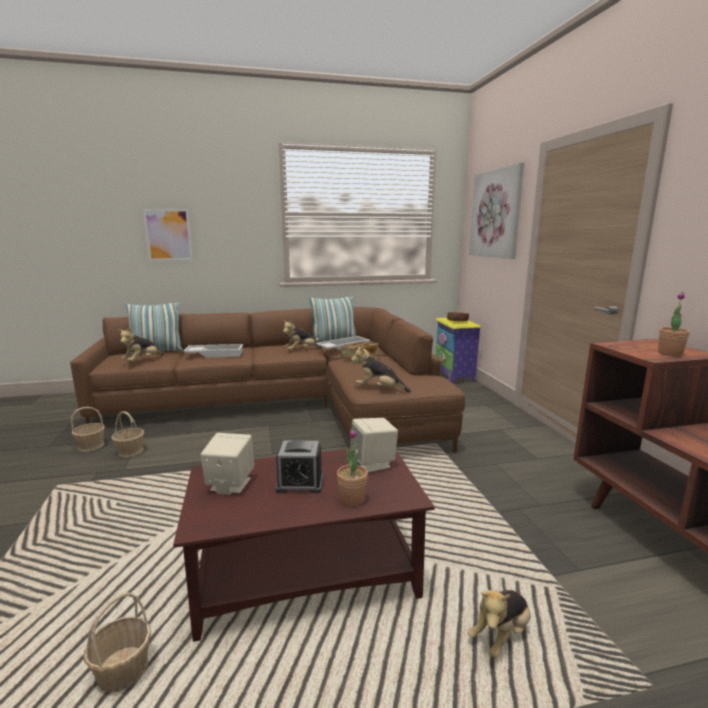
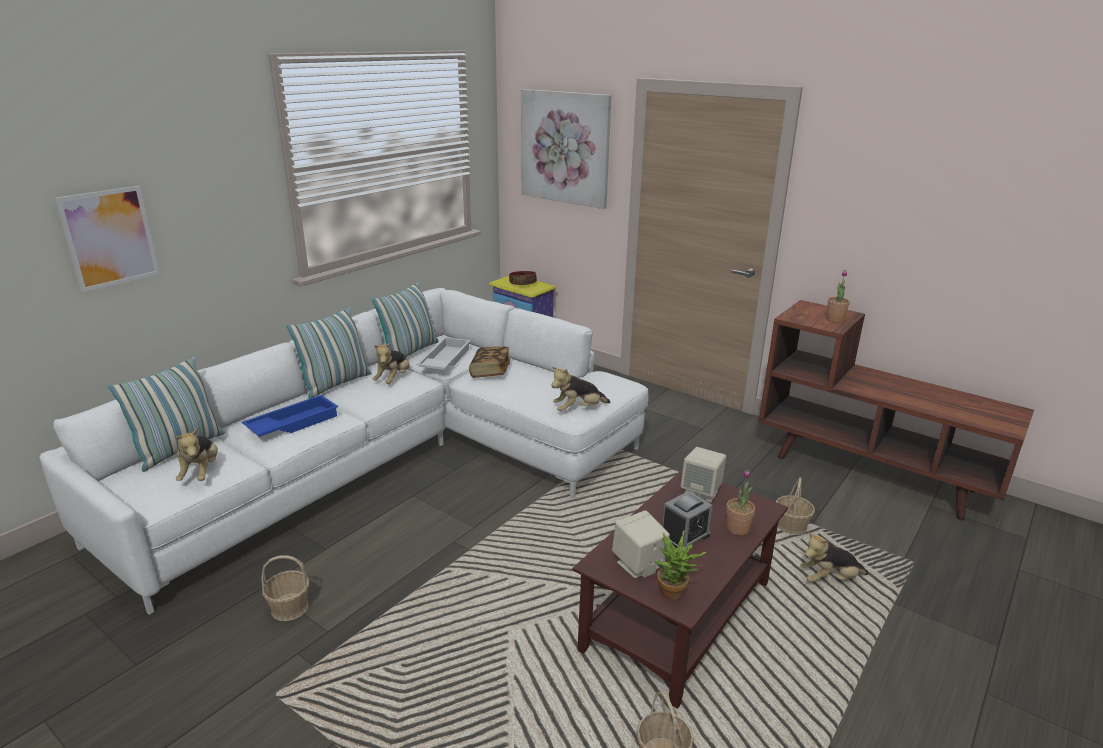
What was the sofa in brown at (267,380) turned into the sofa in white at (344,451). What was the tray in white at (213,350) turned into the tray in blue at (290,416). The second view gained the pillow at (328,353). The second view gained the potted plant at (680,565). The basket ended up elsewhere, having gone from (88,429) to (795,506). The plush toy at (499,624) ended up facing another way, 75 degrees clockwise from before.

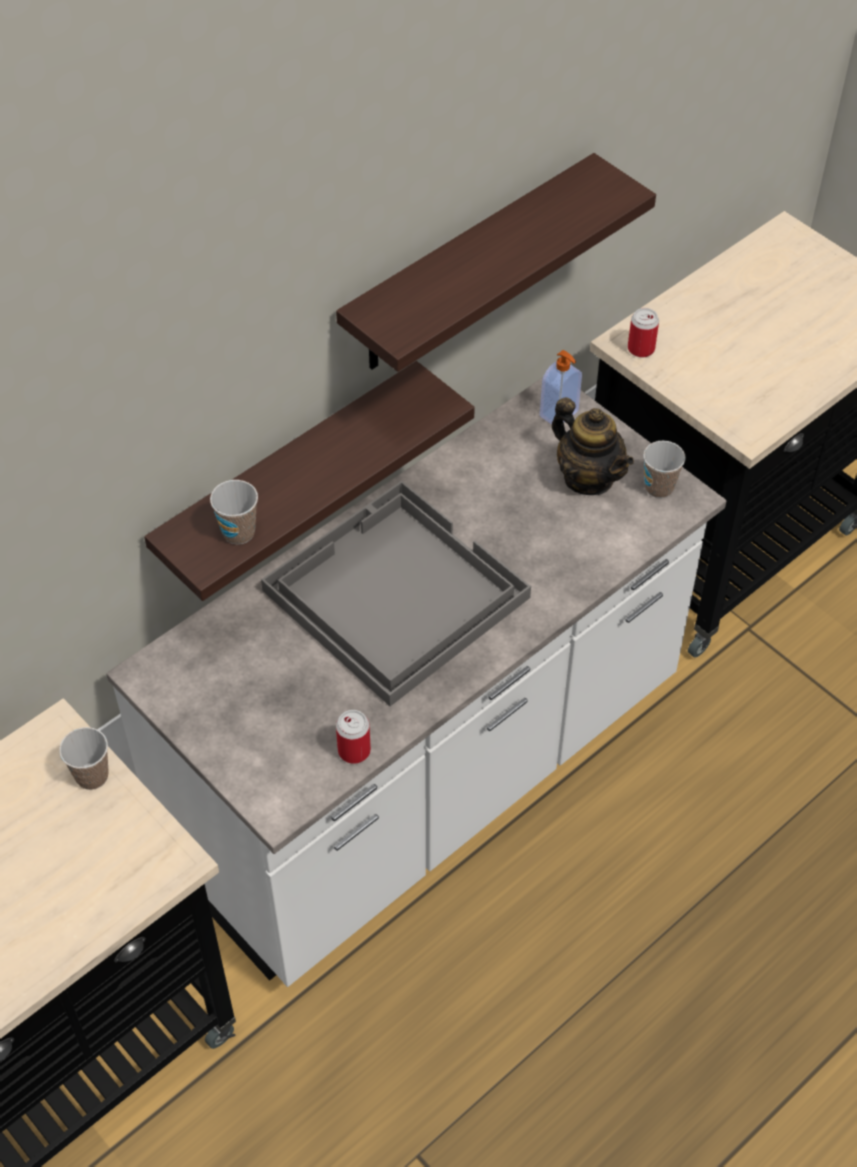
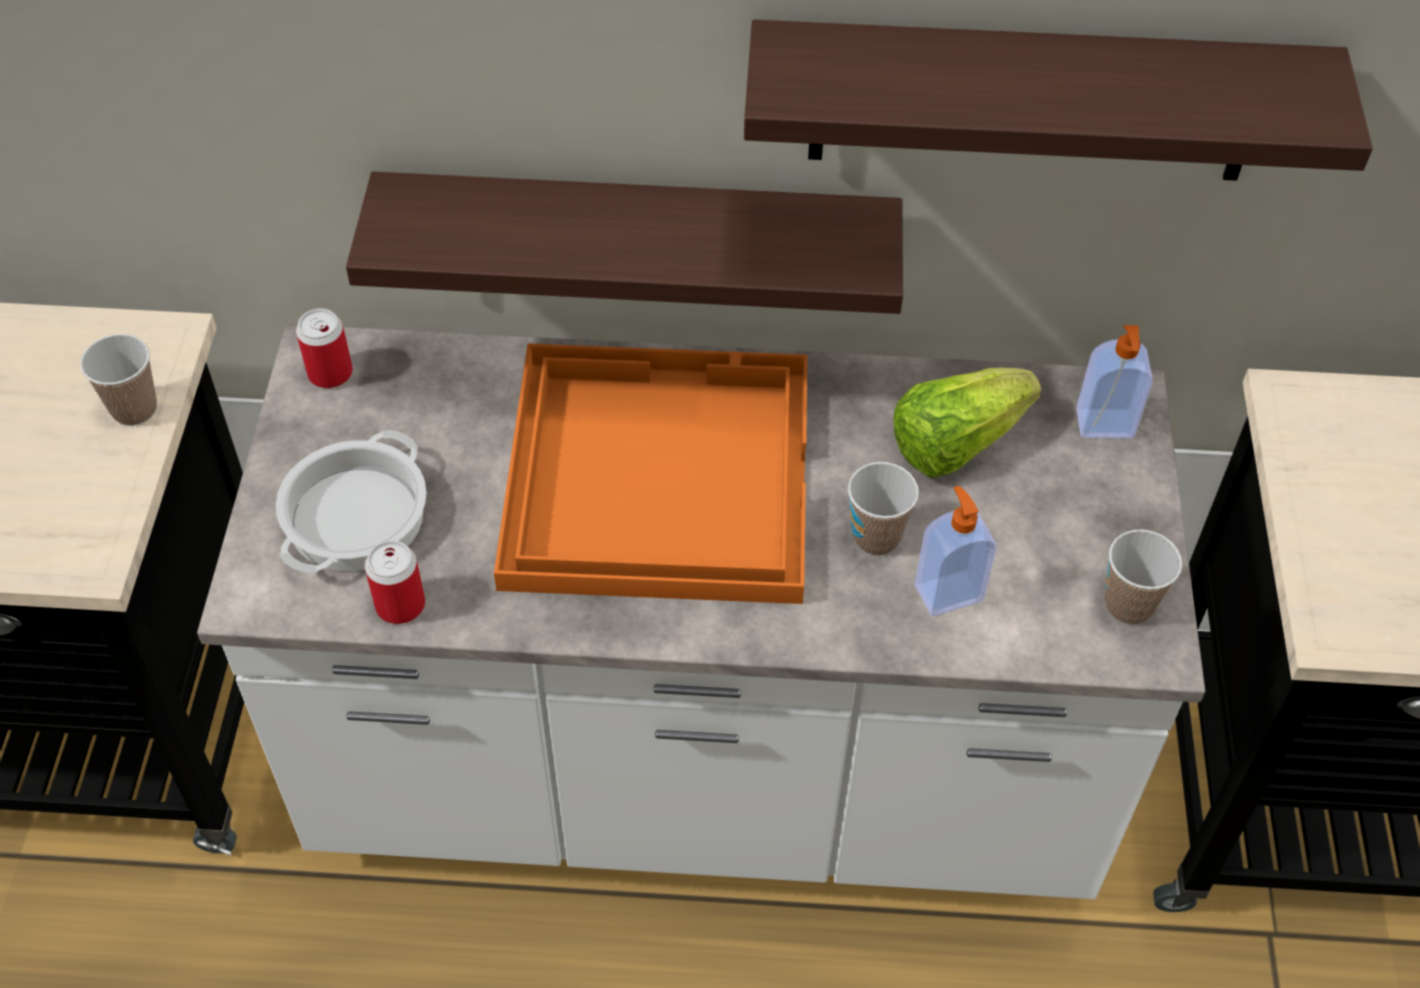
The second view gained the cooking pot at (351,502). The can ended up elsewhere, having gone from (643,332) to (324,348). What was the tray in grey at (396,593) turned into the tray in orange at (651,473). The cup ended up elsewhere, having gone from (234,512) to (883,509). The second view gained the lettuce at (967,423). The second view gained the soap dispenser at (955,551). The second view lost the teapot at (593,446).

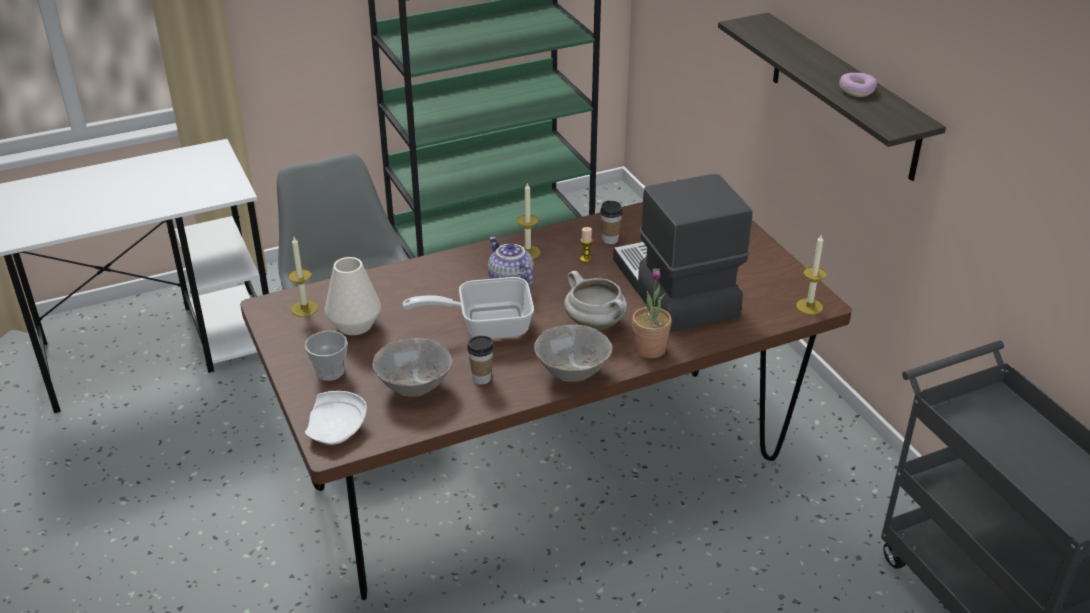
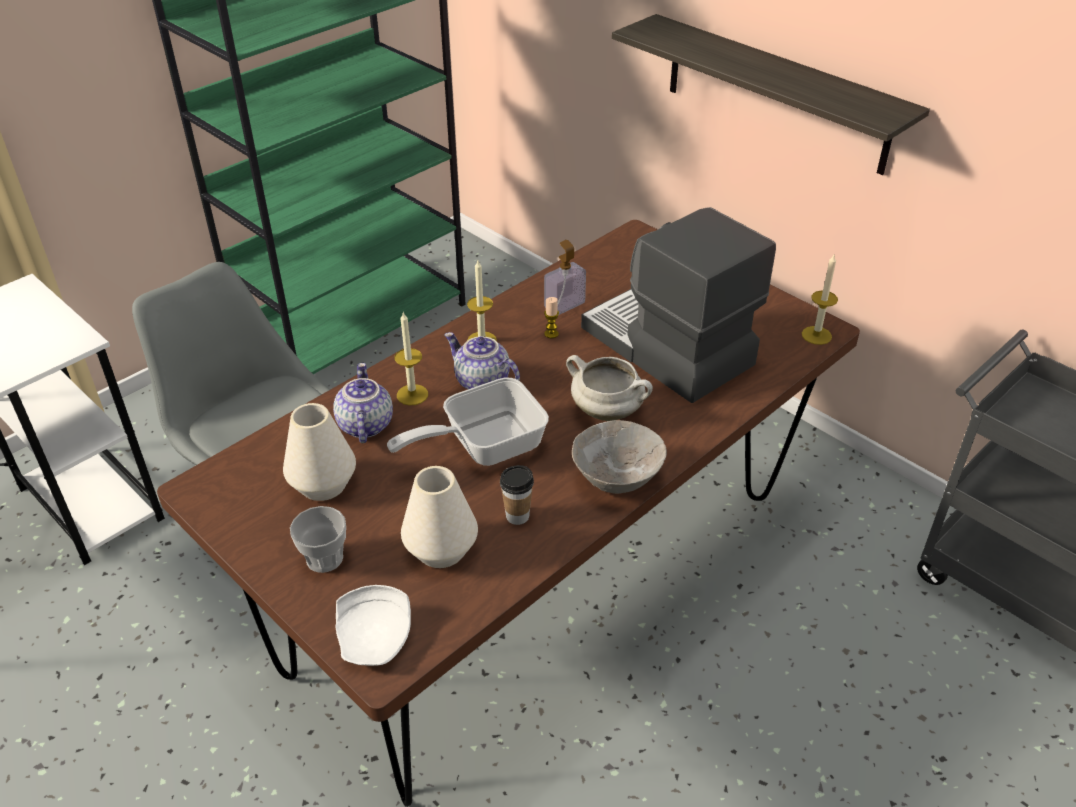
The second view gained the teapot at (363,403). The candle ended up elsewhere, having gone from (303,277) to (411,359). Where the bowl in grey stood at (412,367), the vase in white came to stand at (439,517). Where the cup stood at (611,222), the soap dispenser came to stand at (565,277). The second view lost the potted plant at (652,313). The second view lost the donut at (858,85).

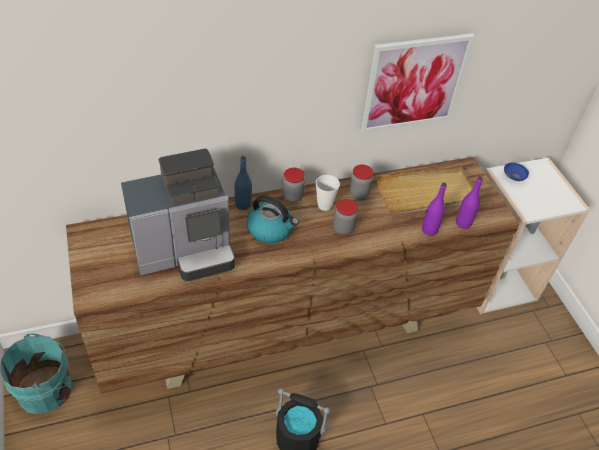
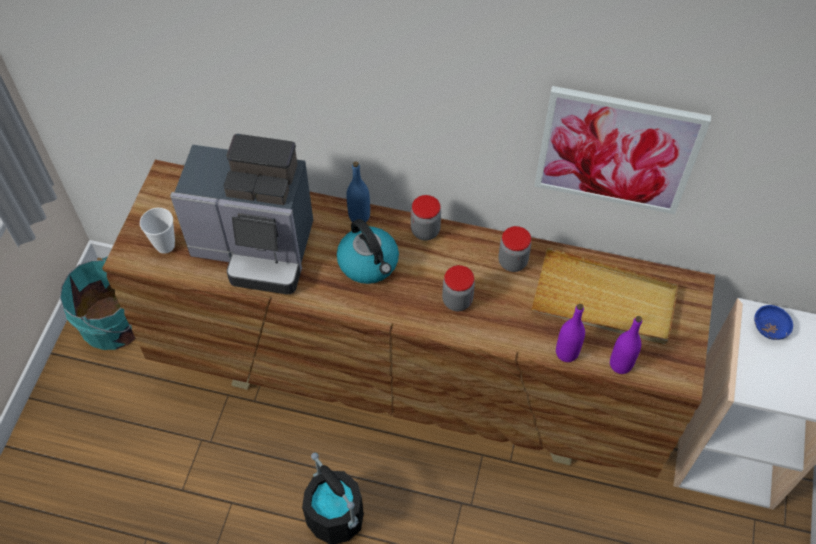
The cup ended up elsewhere, having gone from (328,193) to (157,231).

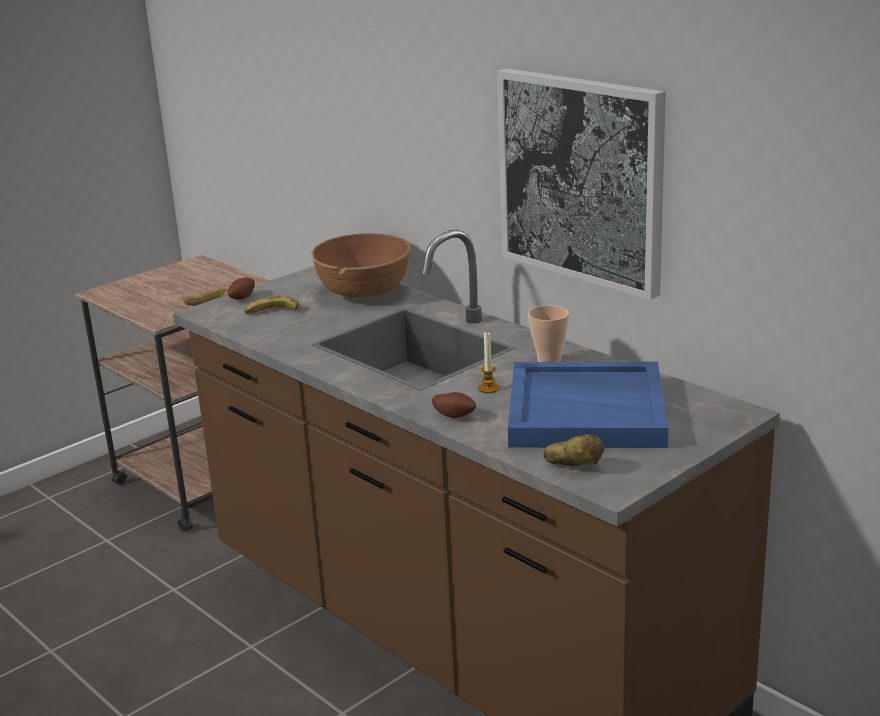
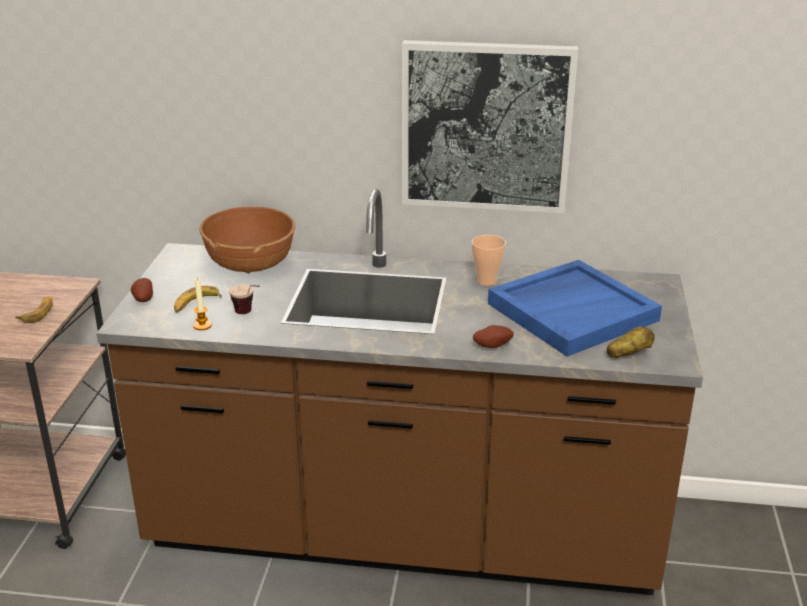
The candle ended up elsewhere, having gone from (488,362) to (202,304). The second view gained the cup at (244,299).

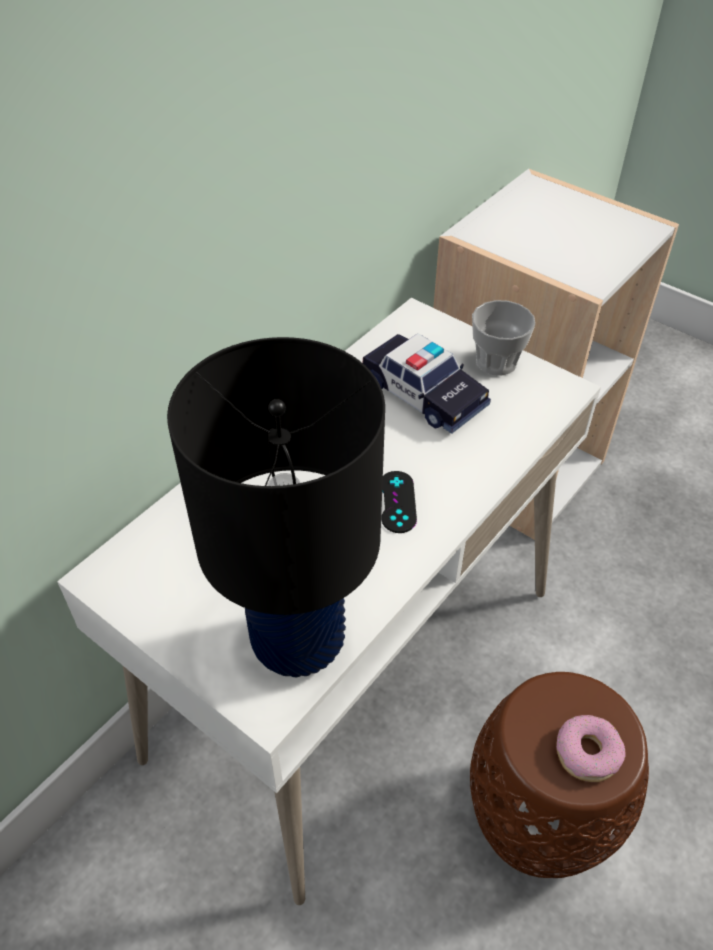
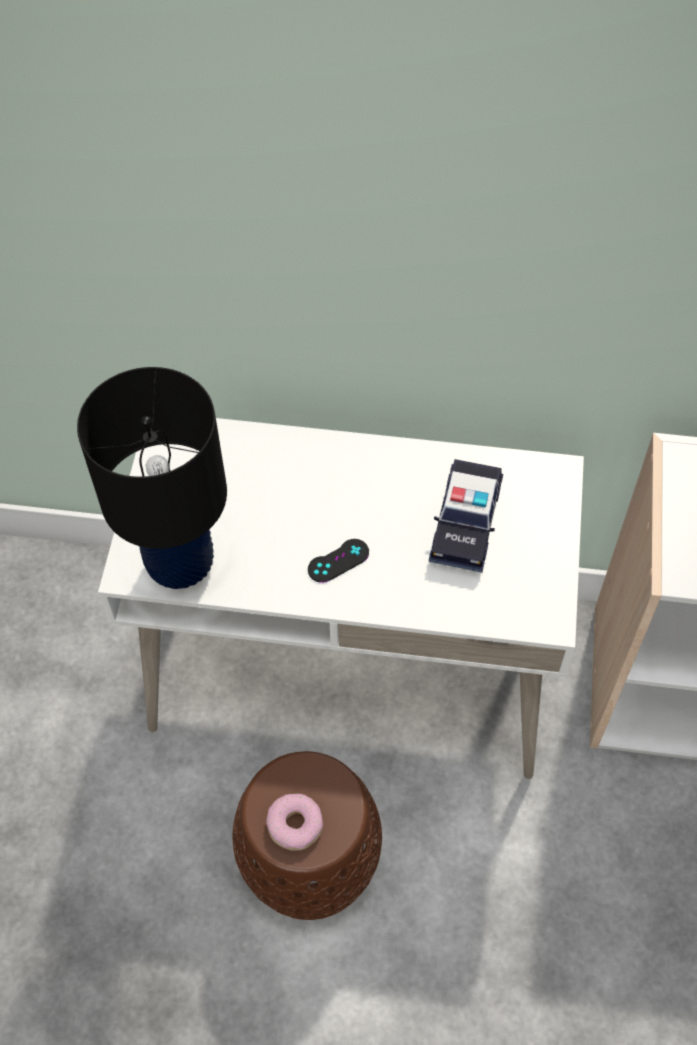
The second view lost the cup at (503,338).

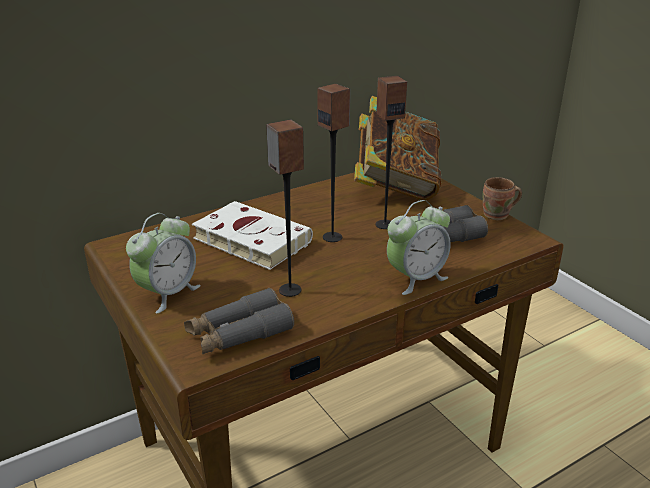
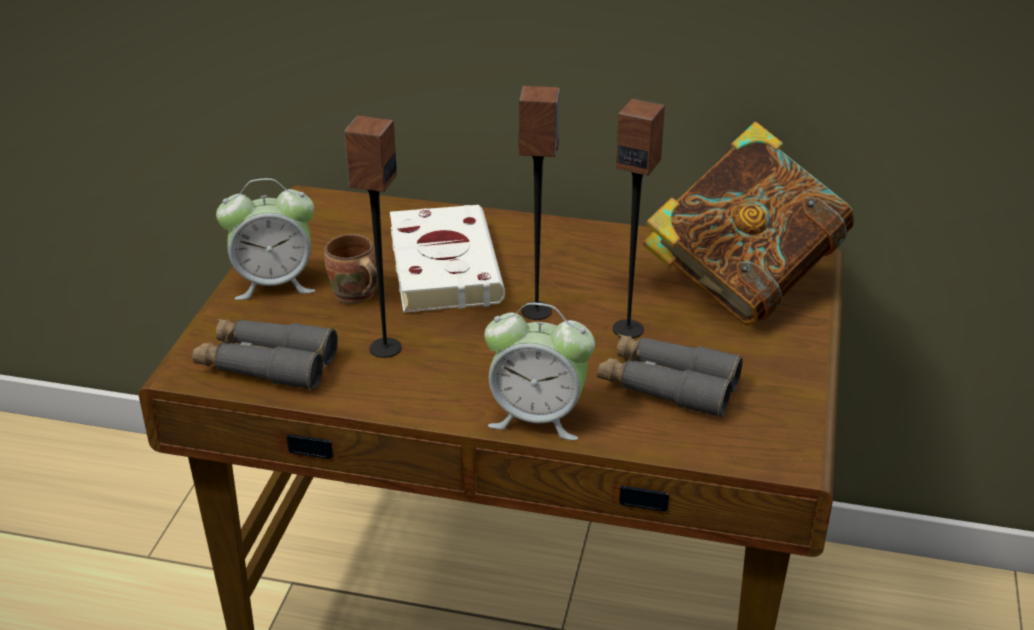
The mug in brown ended up elsewhere, having gone from (502,198) to (351,269).

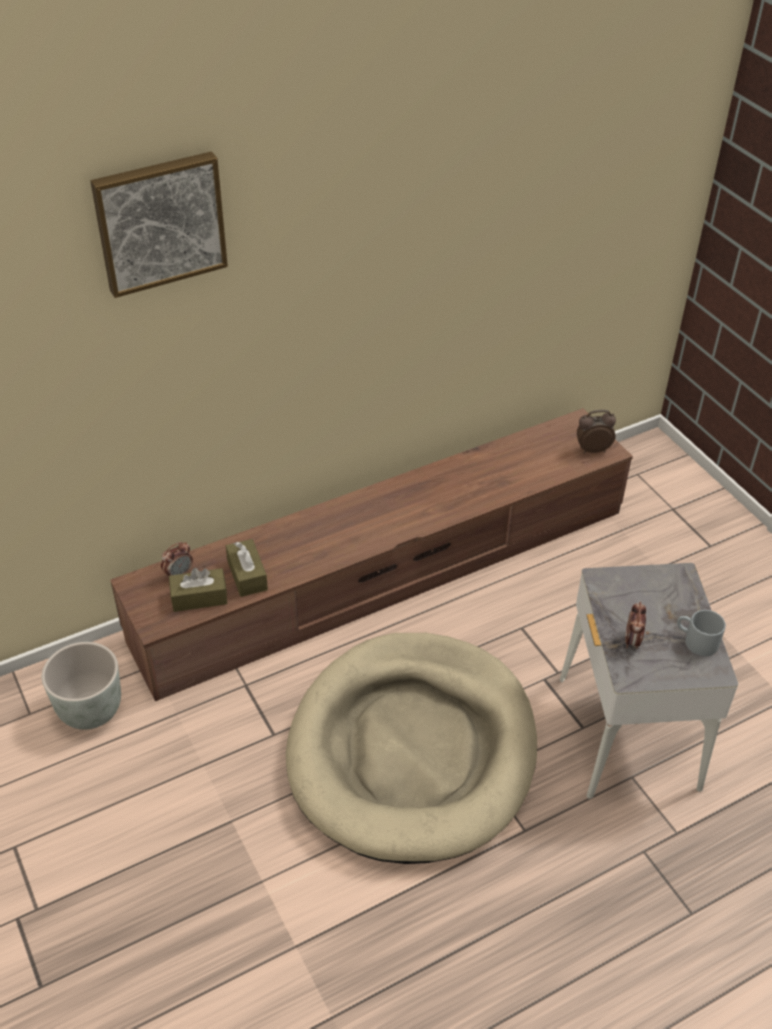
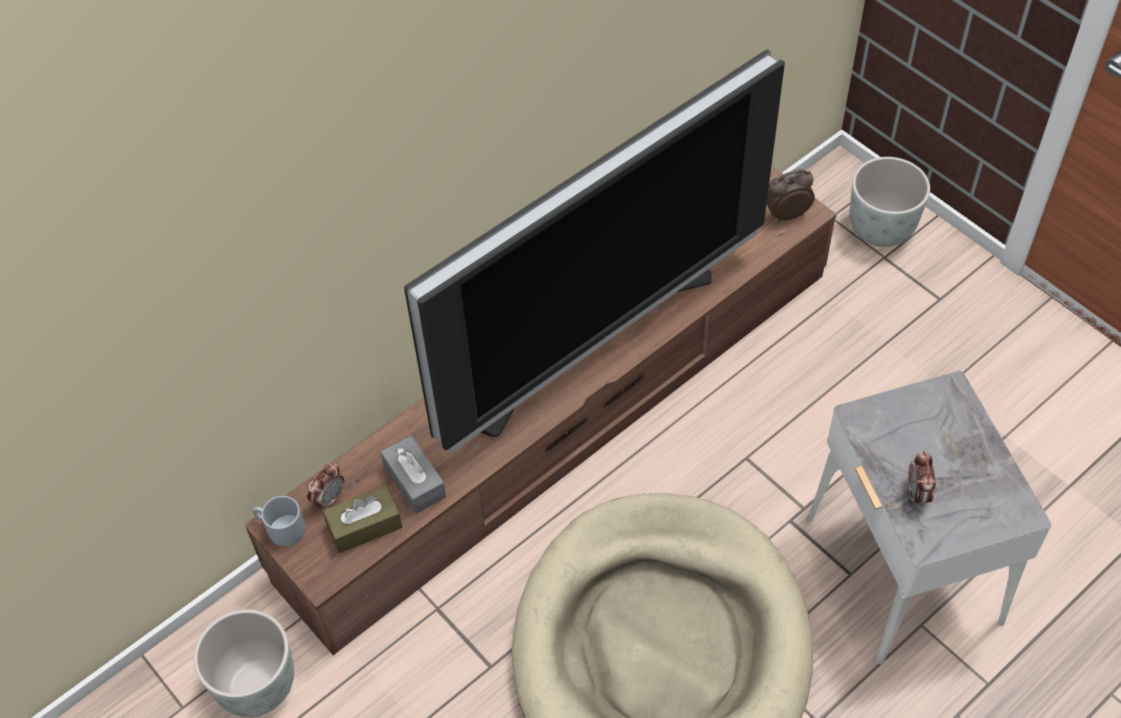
The mug in grey ended up elsewhere, having gone from (701,633) to (279,521). What was the tissue box in brown at (247,568) turned into the tissue box in grey at (413,475). The second view gained the television at (594,252). The second view gained the planter in grey at (890,202). The second view lost the picture at (159,225).

